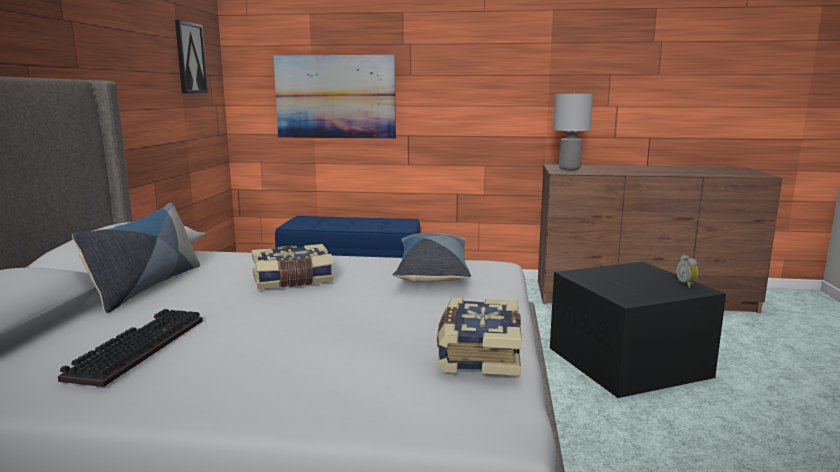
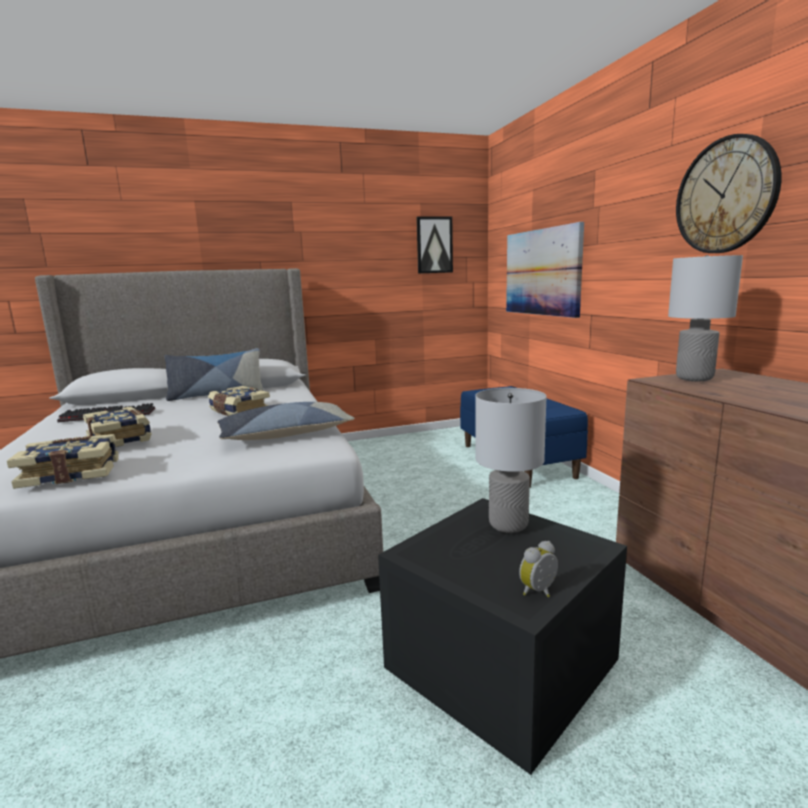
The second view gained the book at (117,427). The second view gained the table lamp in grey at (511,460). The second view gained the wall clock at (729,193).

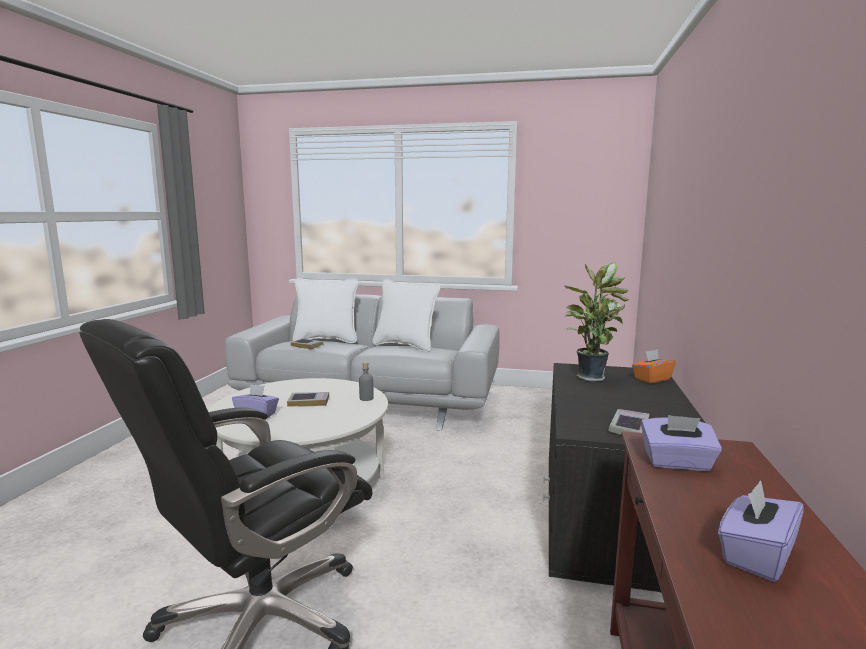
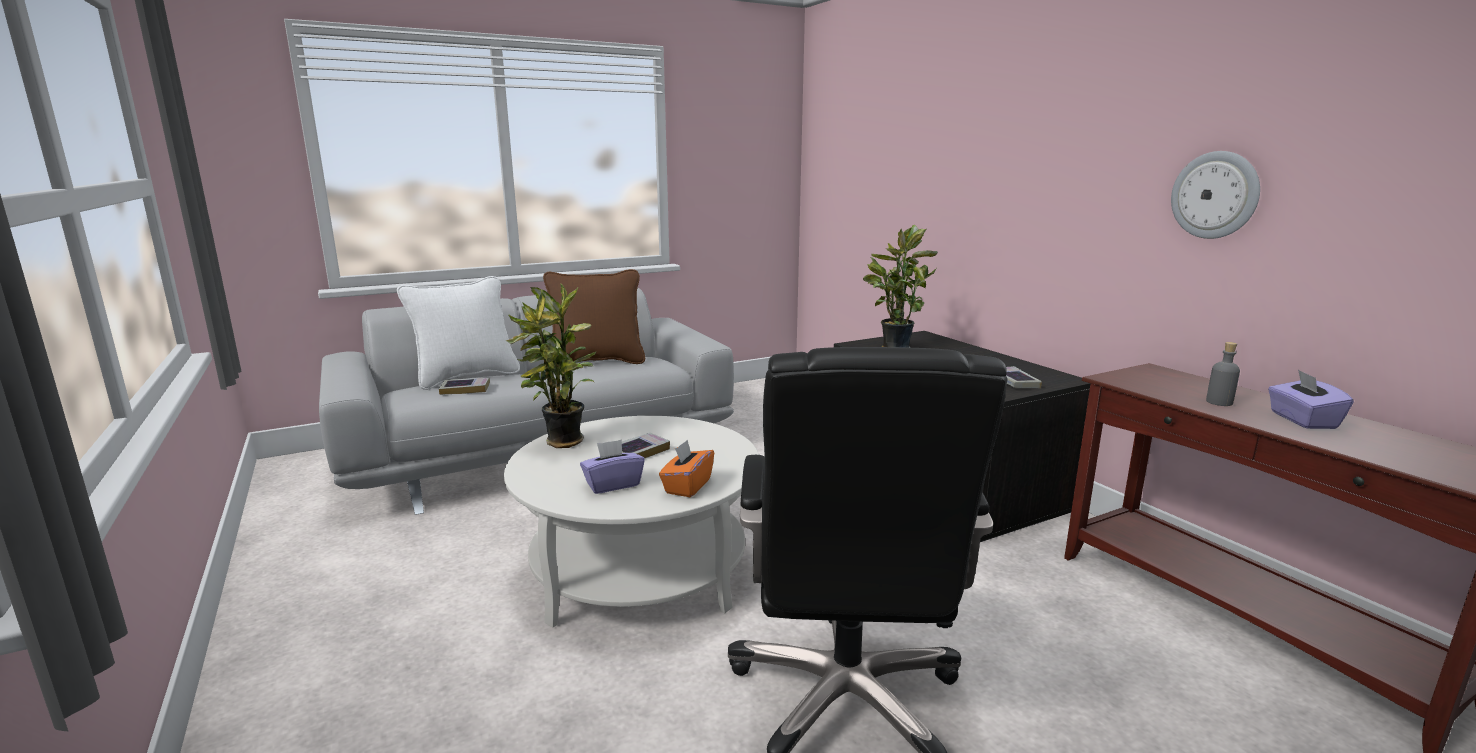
The second view gained the potted plant at (551,366). What was the pillow in white at (406,315) turned into the pillow in brown at (594,318). The tissue box in orange ended up elsewhere, having gone from (654,366) to (686,468). The second view gained the wall clock at (1215,195). The bottle in grey ended up elsewhere, having gone from (366,381) to (1223,374). The second view lost the tissue box in purple at (681,443).

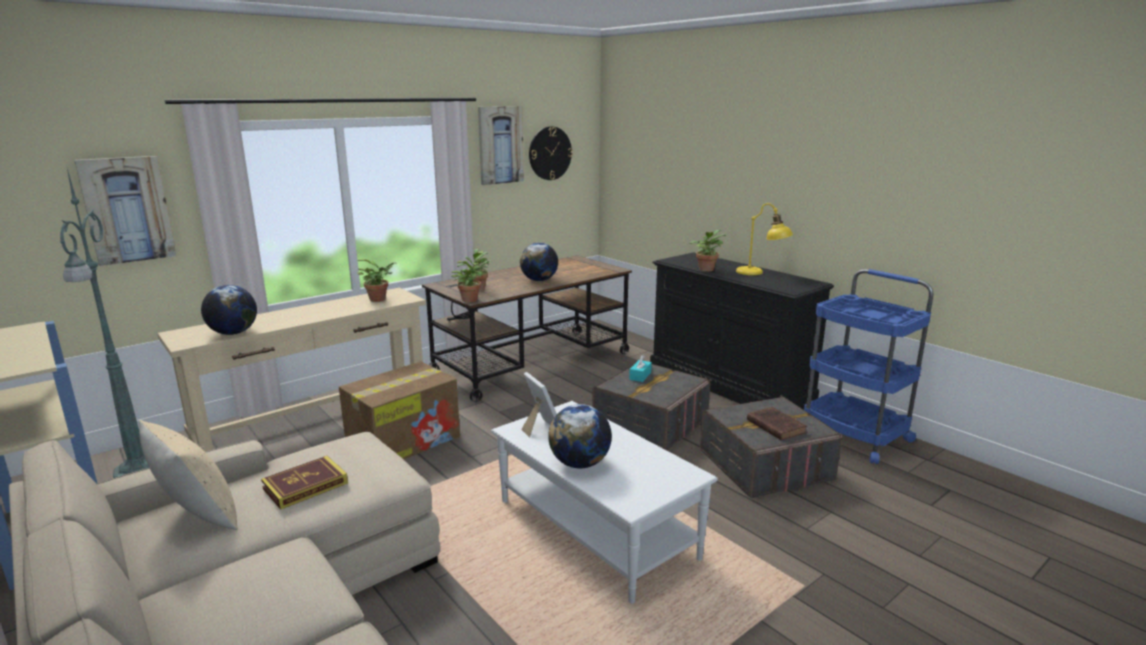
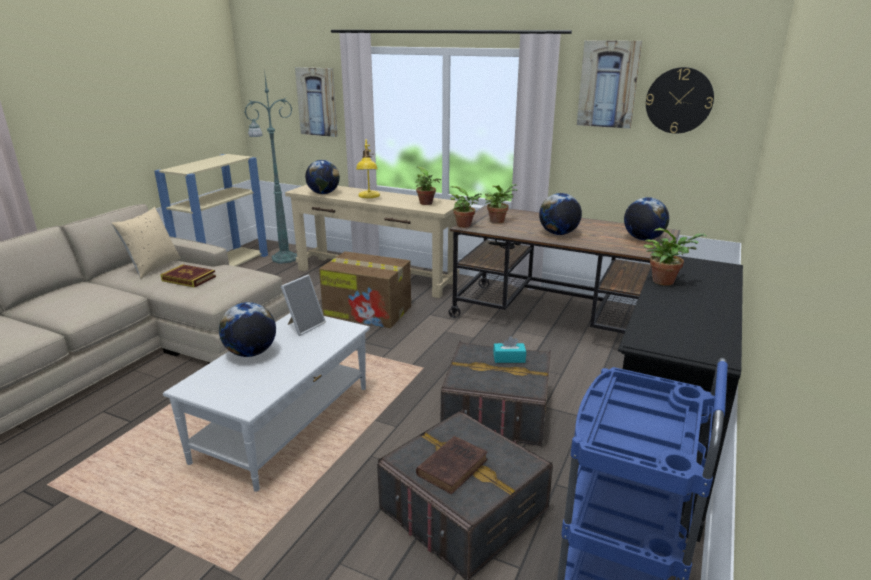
The table lamp in yellow ended up elsewhere, having gone from (764,239) to (368,168). The second view gained the globe at (646,218).

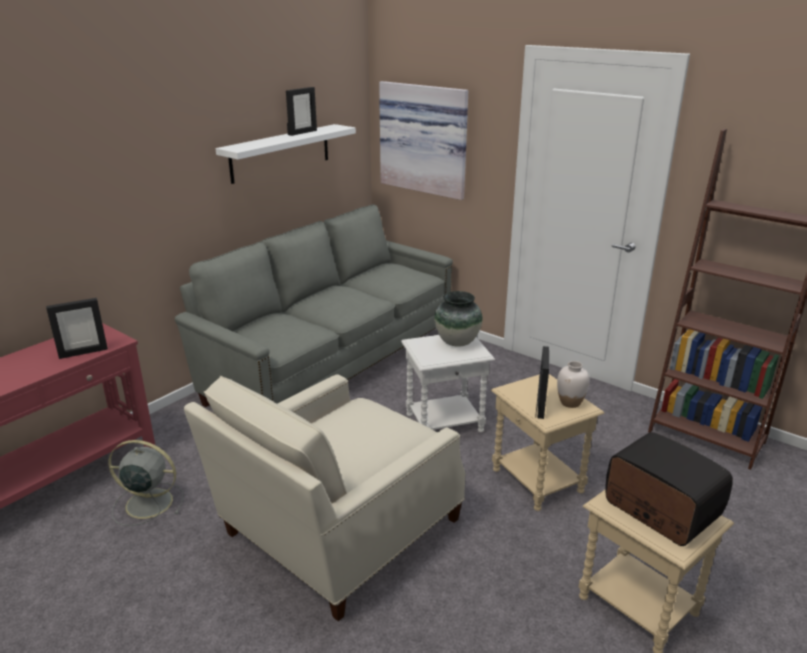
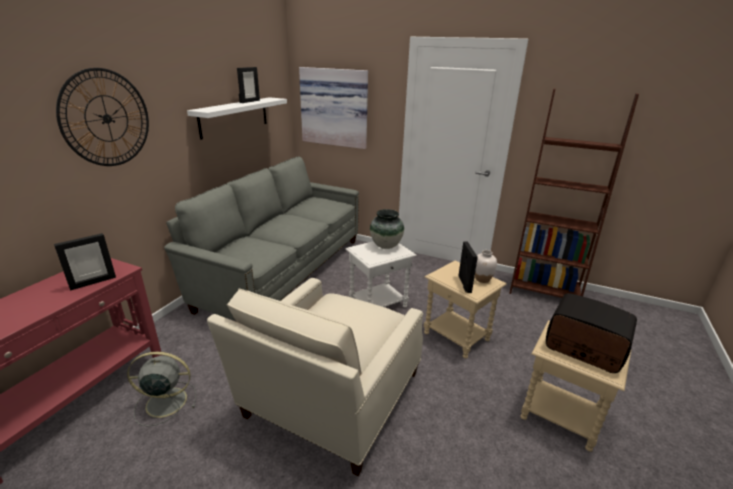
The second view gained the wall clock at (102,117).

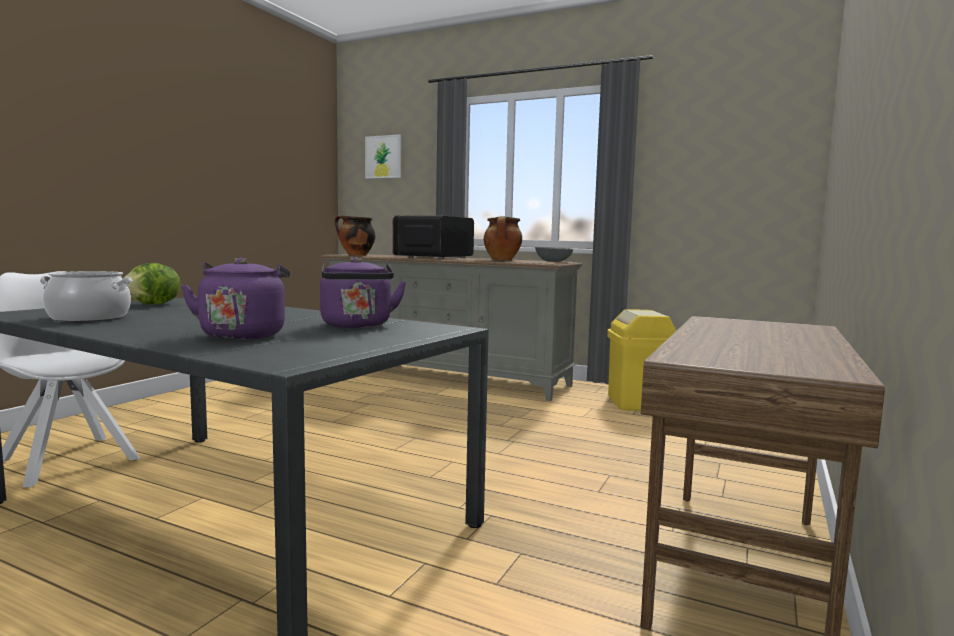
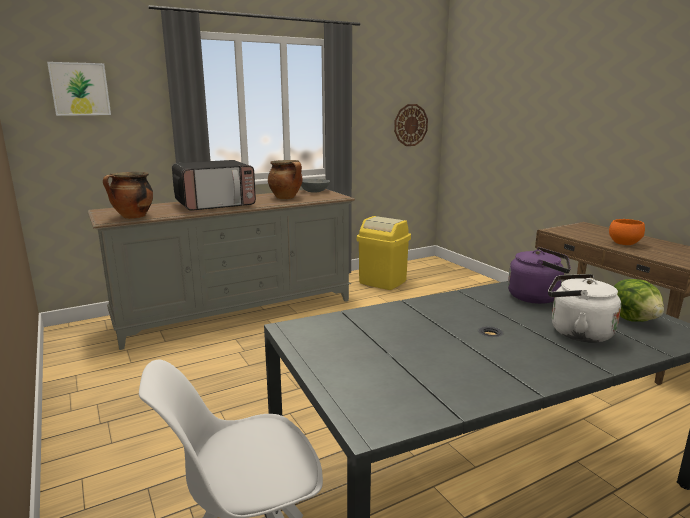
The microwave at (433,237) ended up facing another way, 90 degrees counterclockwise from before. The second view gained the wall clock at (411,125). What was the kettle in purple at (235,299) turned into the kettle in white at (584,308). The second view gained the bowl in orange at (627,232). The lettuce ended up elsewhere, having gone from (151,284) to (638,300). The second view lost the cooking pot at (86,296).

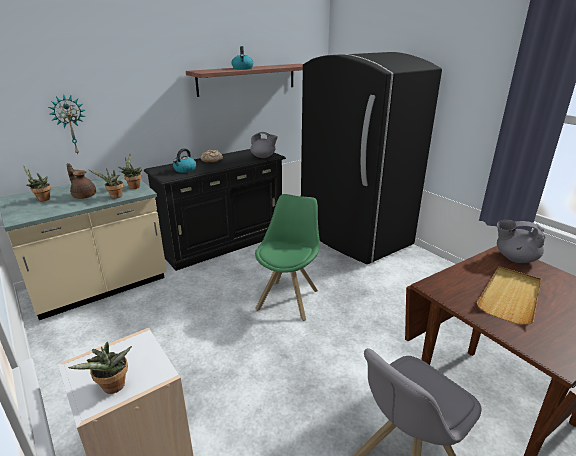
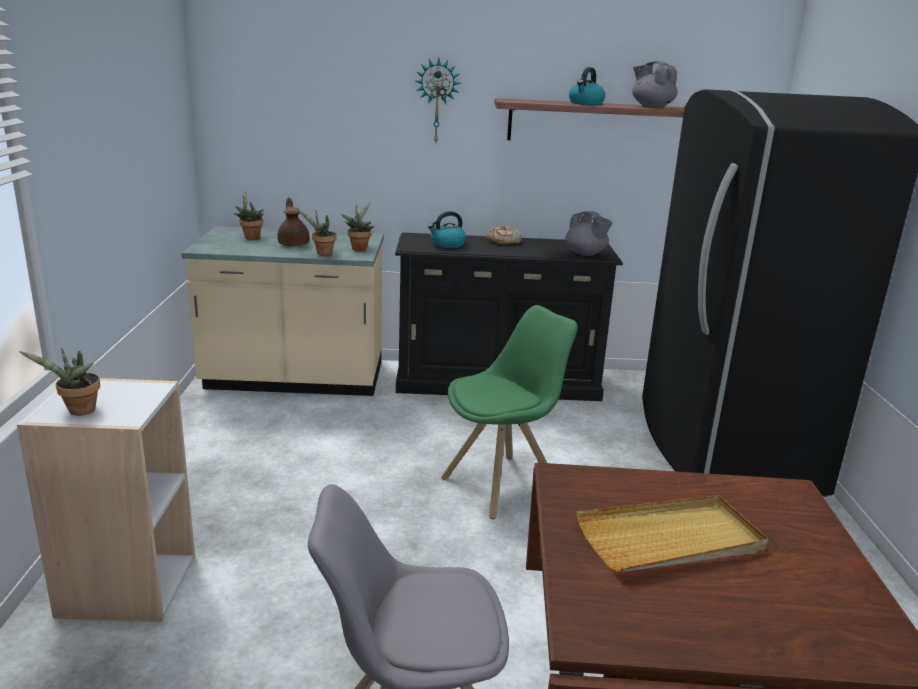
The wall clock ended up elsewhere, having gone from (67,124) to (438,100). The teapot in grey ended up elsewhere, having gone from (521,241) to (655,84).

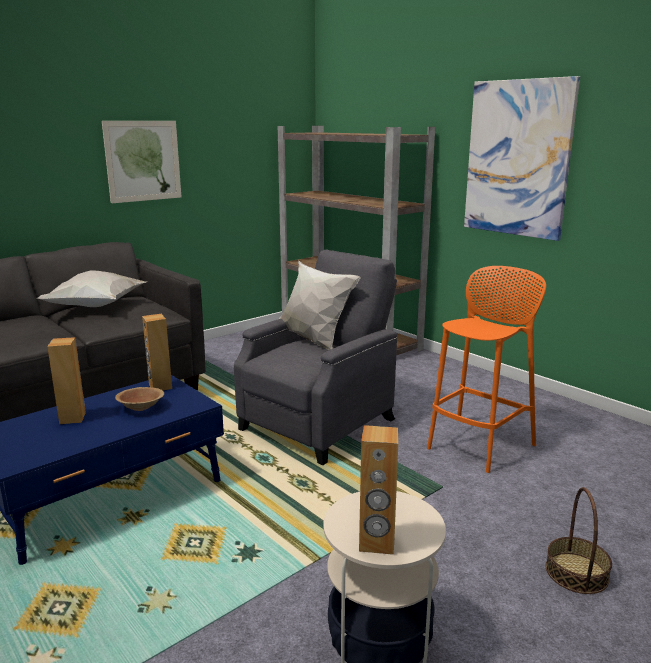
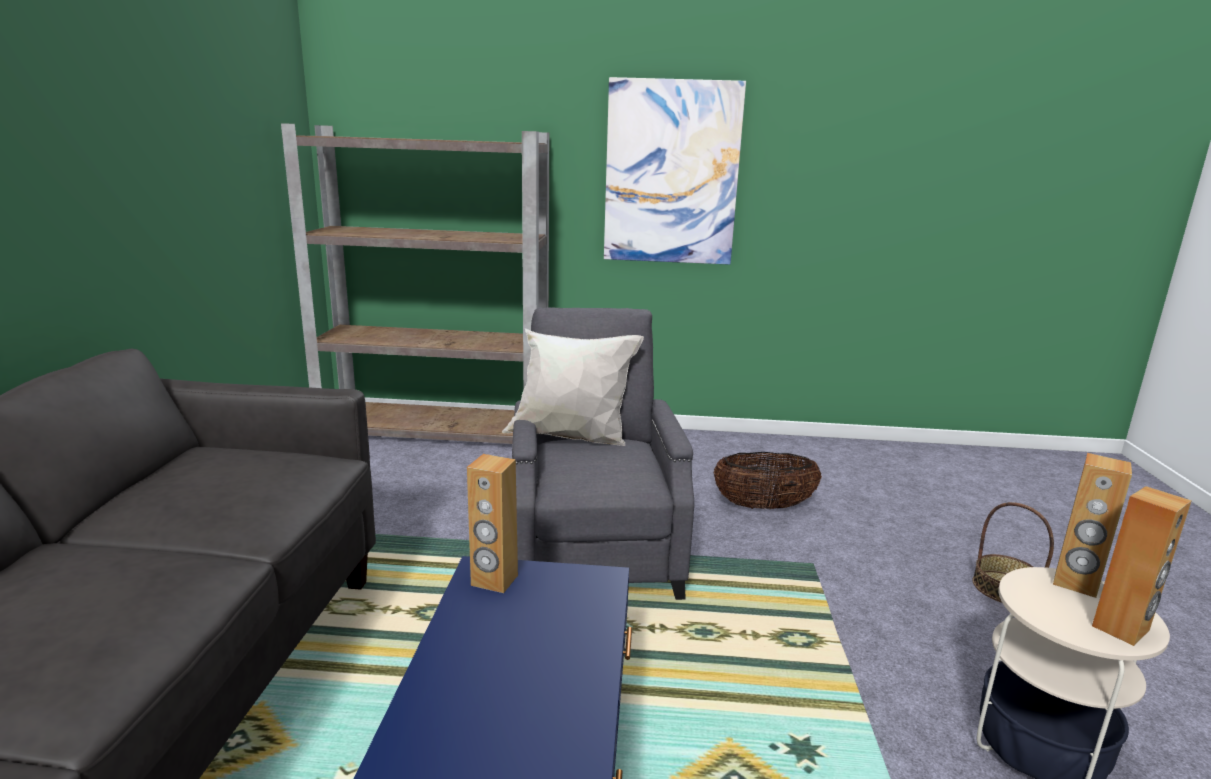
Where the stool in orange stood at (486,369), the basket came to stand at (767,480). The speaker in brown ended up elsewhere, having gone from (66,380) to (1092,525). The second view lost the pillow in white at (91,288). The second view lost the picture at (141,162). The second view lost the bowl in brown at (139,399).

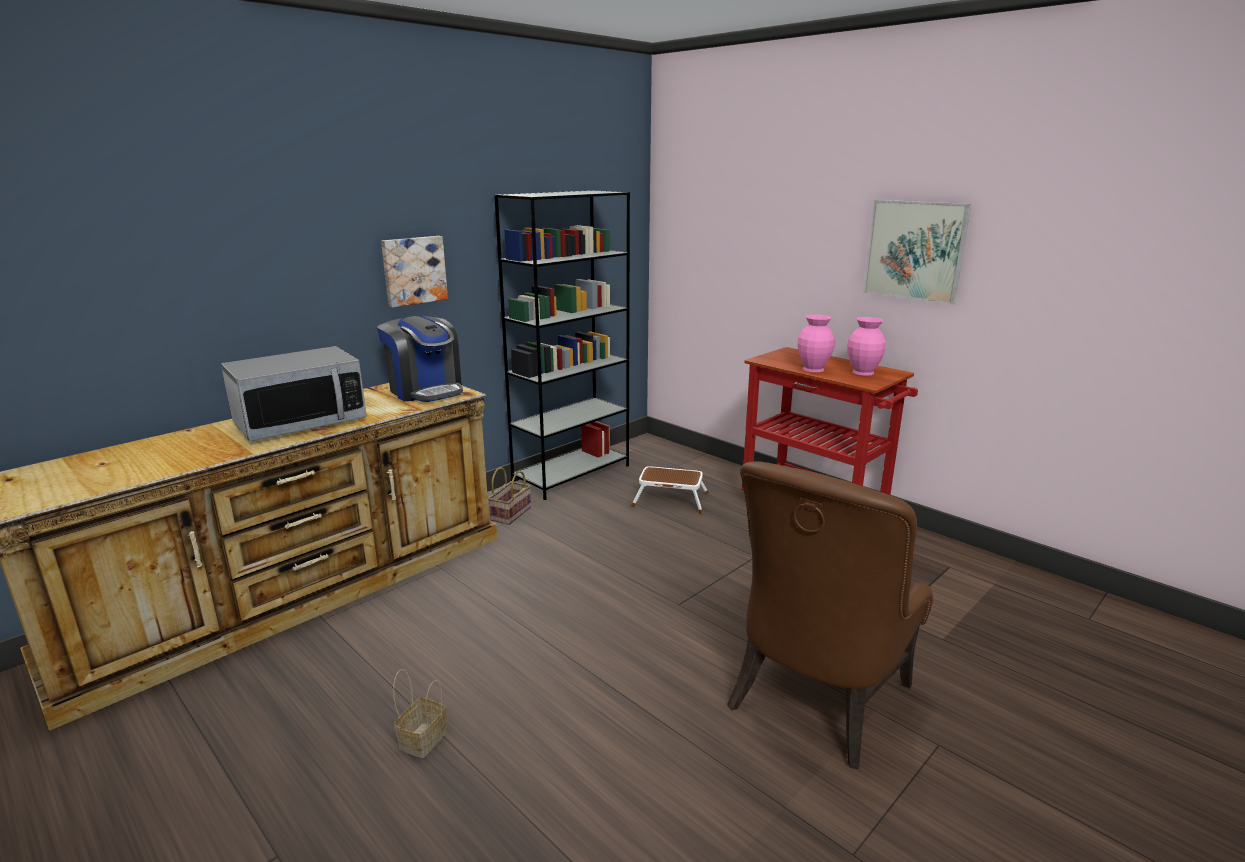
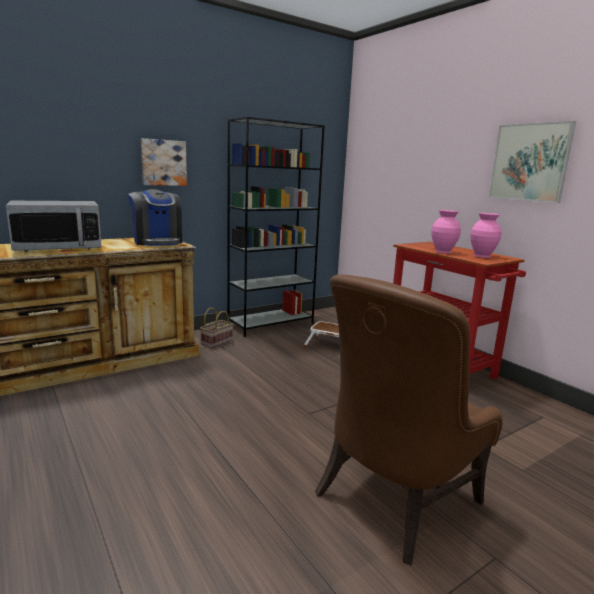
The second view lost the basket at (420,713).

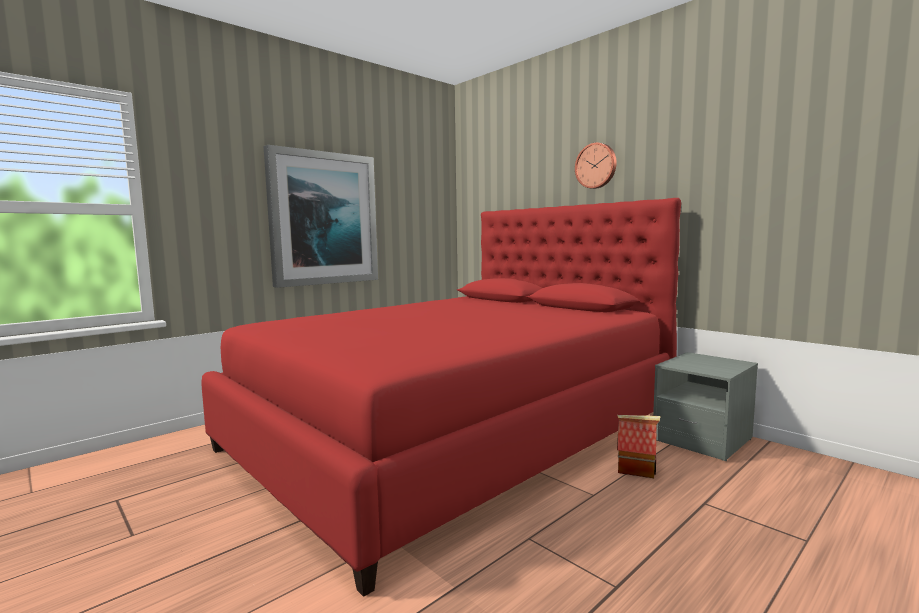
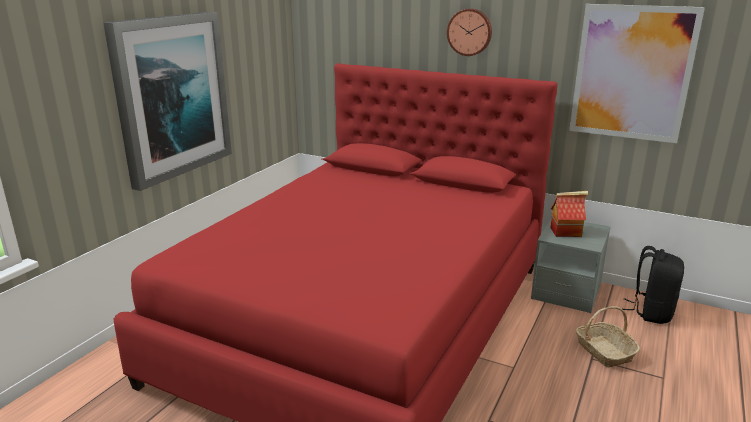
The toy house ended up elsewhere, having gone from (639,446) to (569,214). The second view gained the picture at (637,73). The second view gained the basket at (608,336). The second view gained the backpack in black at (653,285).

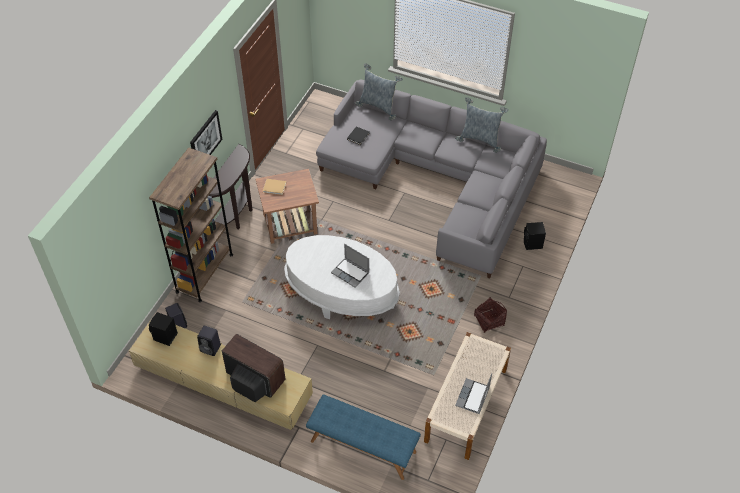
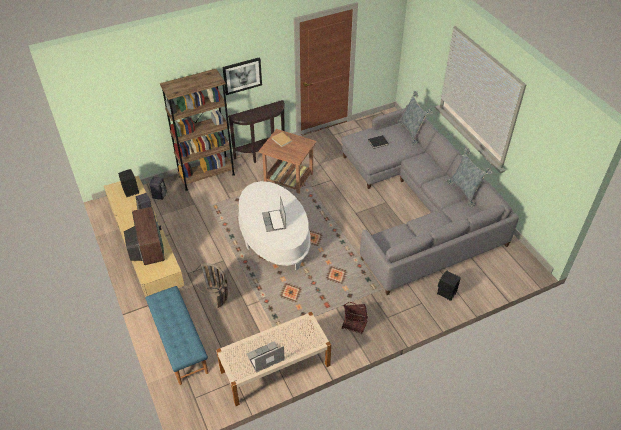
The second view gained the basket at (210,285).

